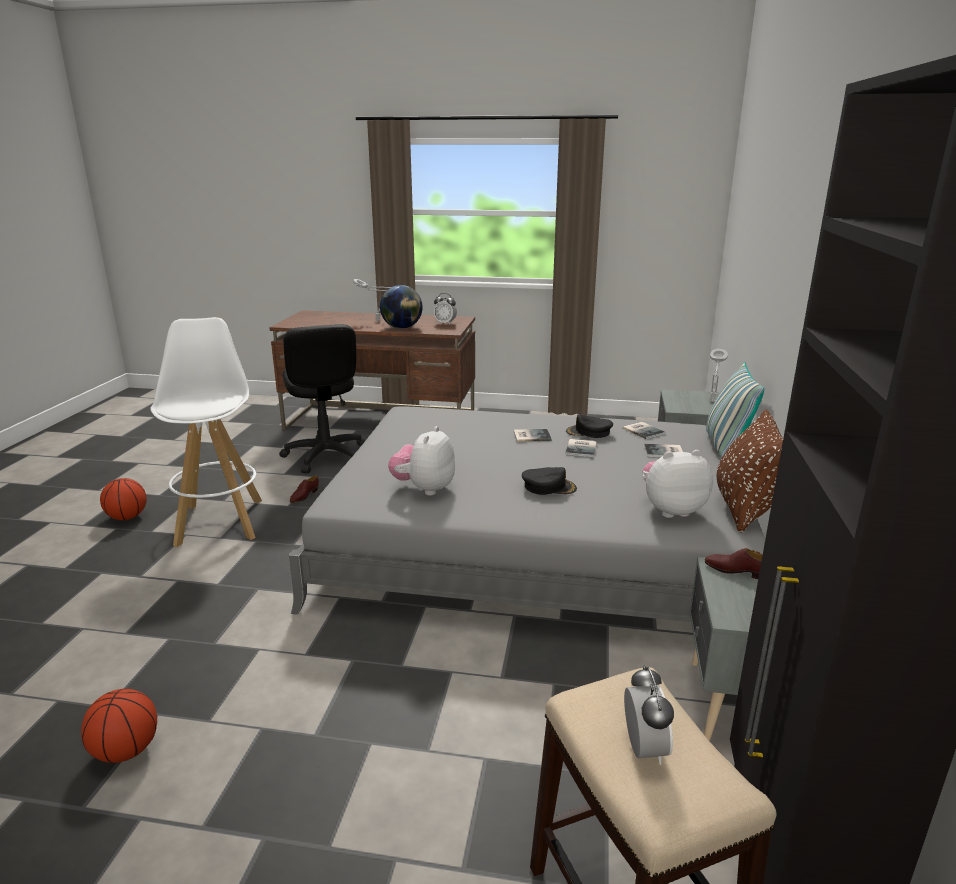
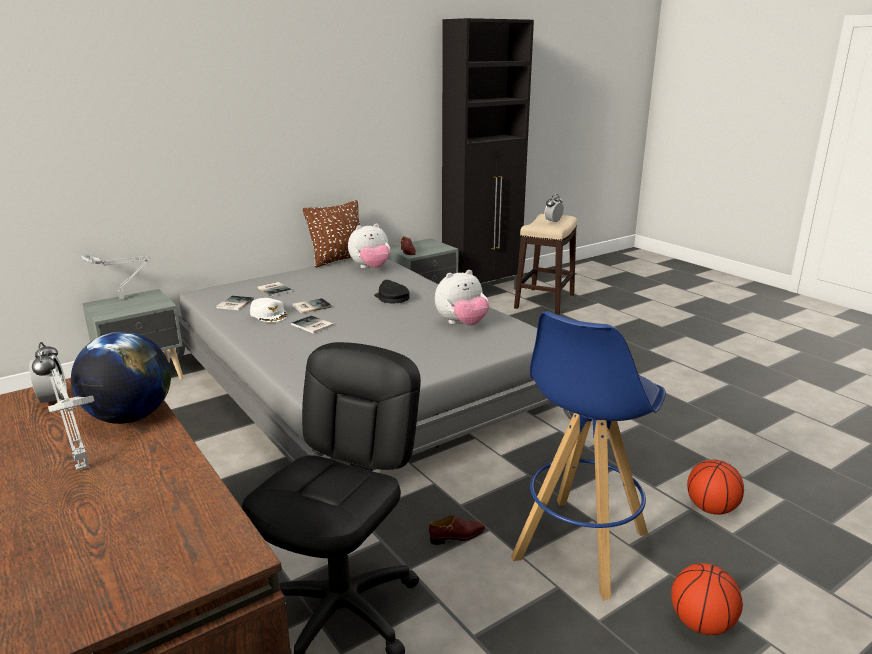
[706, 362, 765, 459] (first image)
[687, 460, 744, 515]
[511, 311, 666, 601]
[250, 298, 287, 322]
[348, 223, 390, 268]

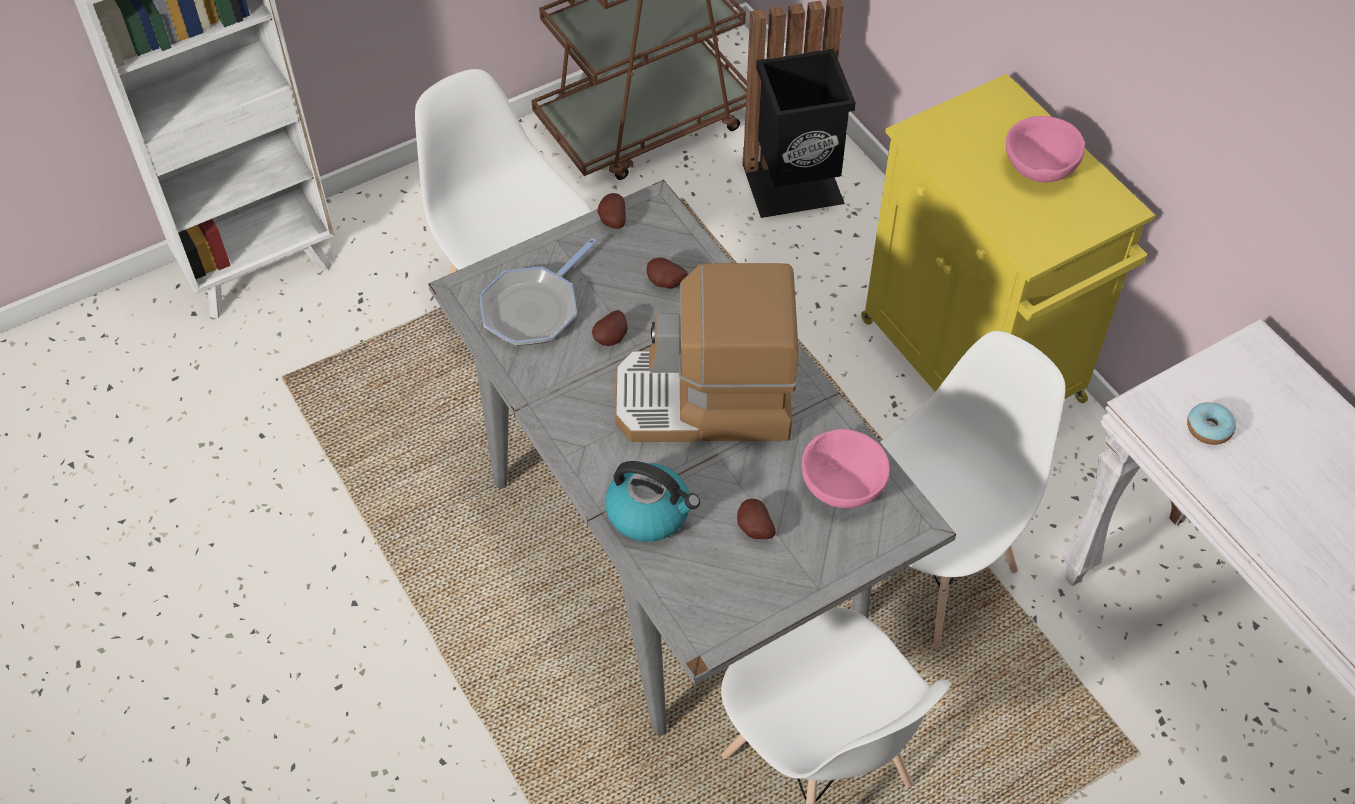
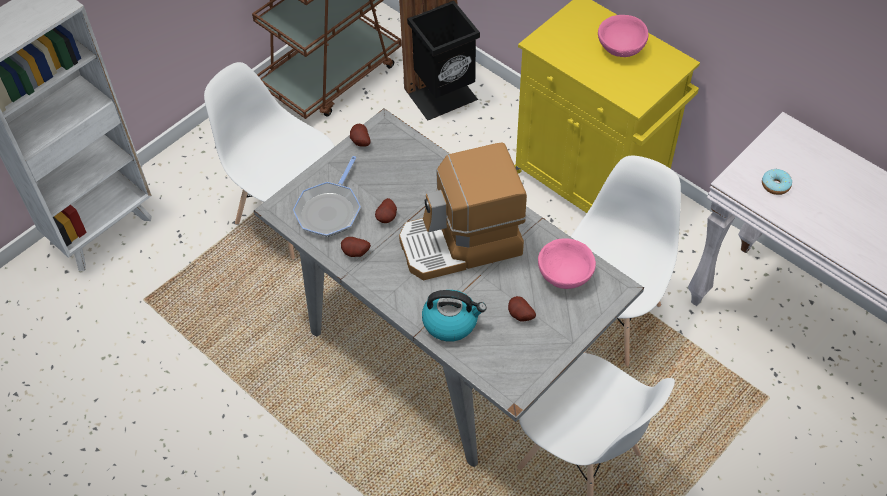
[341, 237, 371, 257]

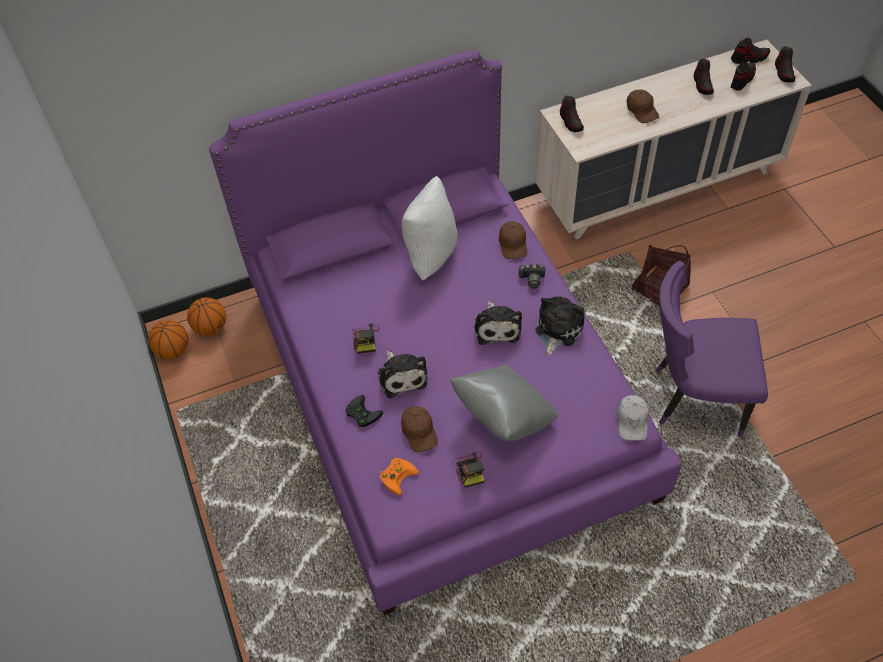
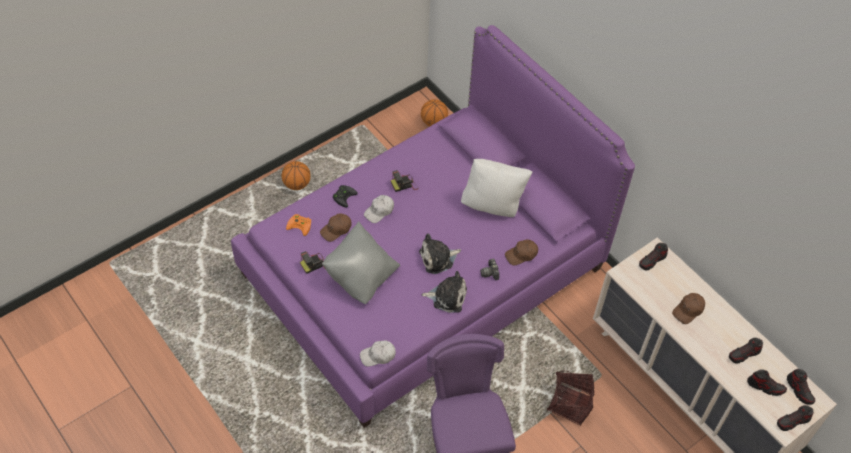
[282, 161, 311, 190]
[364, 195, 394, 223]

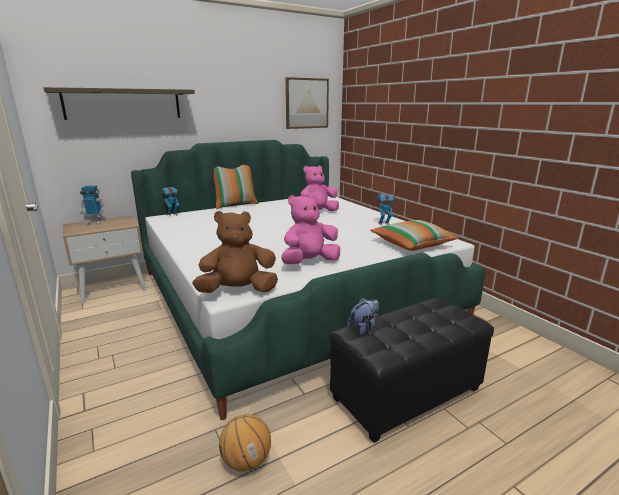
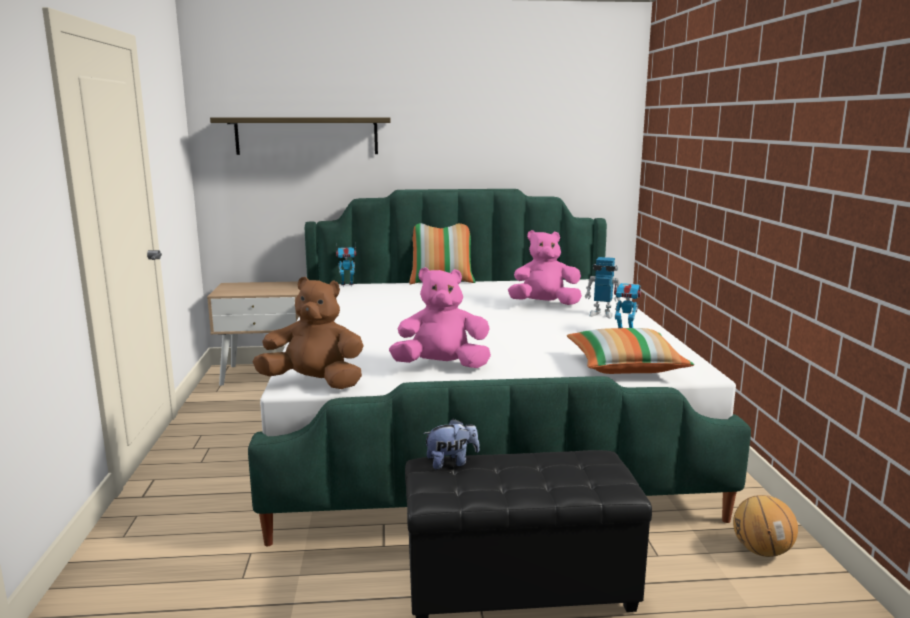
[285, 77, 329, 129] (first image)
[585, 257, 620, 318]
[733, 495, 798, 557]

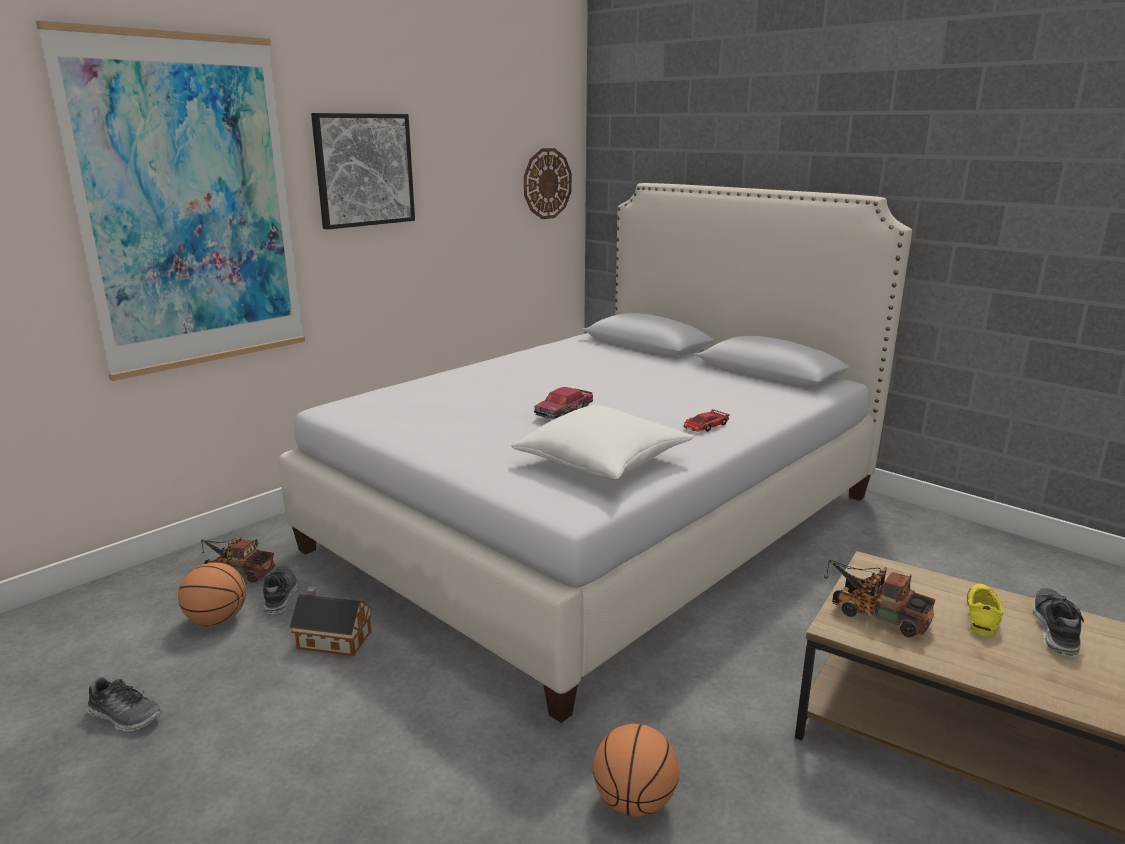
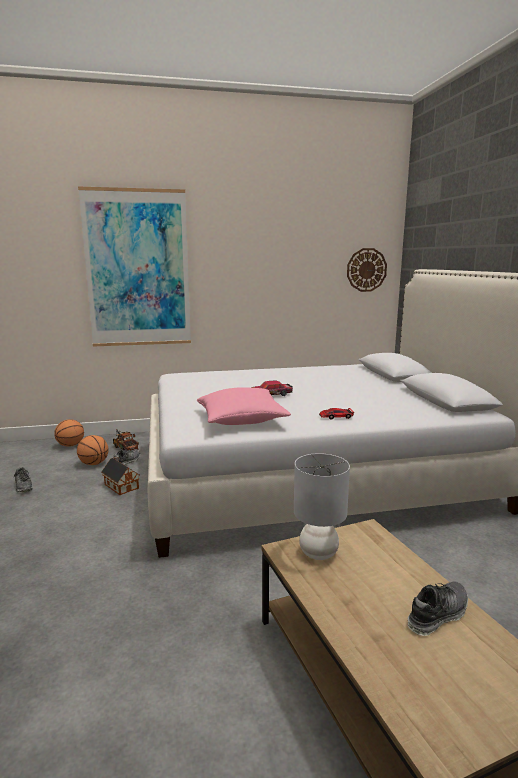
[311, 113, 415, 230] (first image)
[967, 584, 1003, 636] (first image)
[54, 419, 84, 447]
[294, 453, 350, 560]
[197, 387, 291, 425]

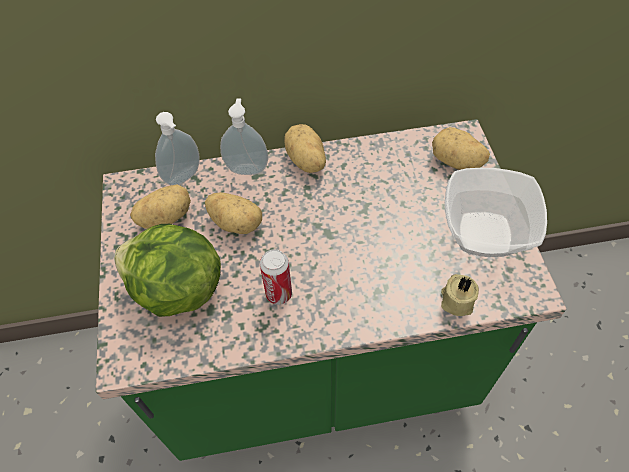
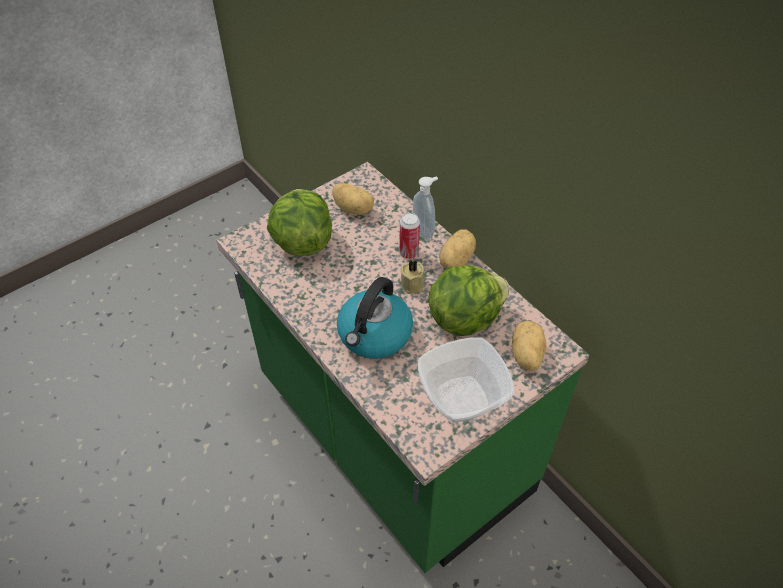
[155, 112, 200, 185] (first image)
[205, 192, 262, 234] (first image)
[337, 277, 413, 359]
[428, 265, 510, 336]
[399, 213, 420, 259]
[400, 260, 424, 294]

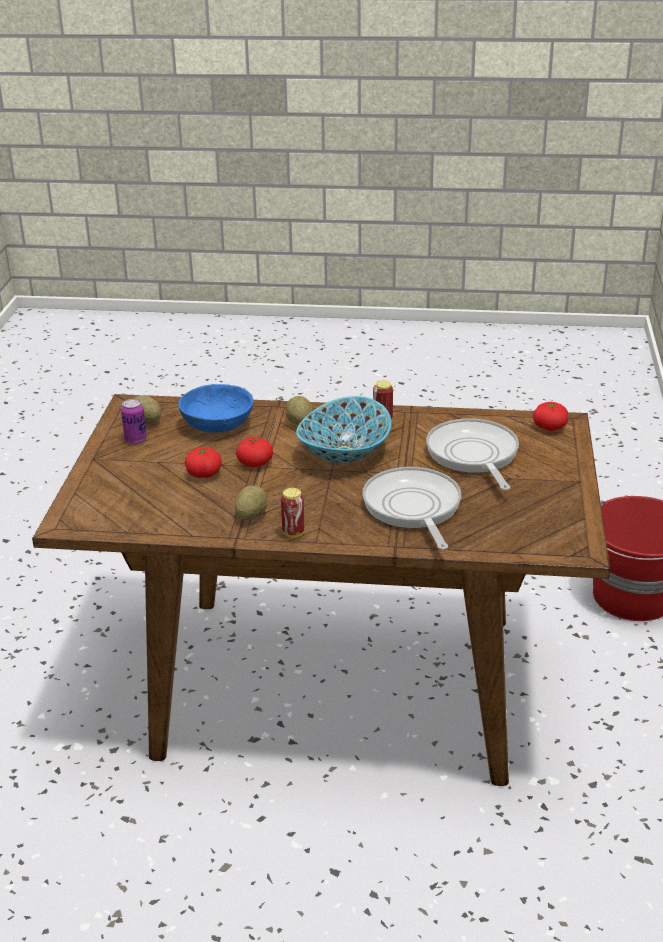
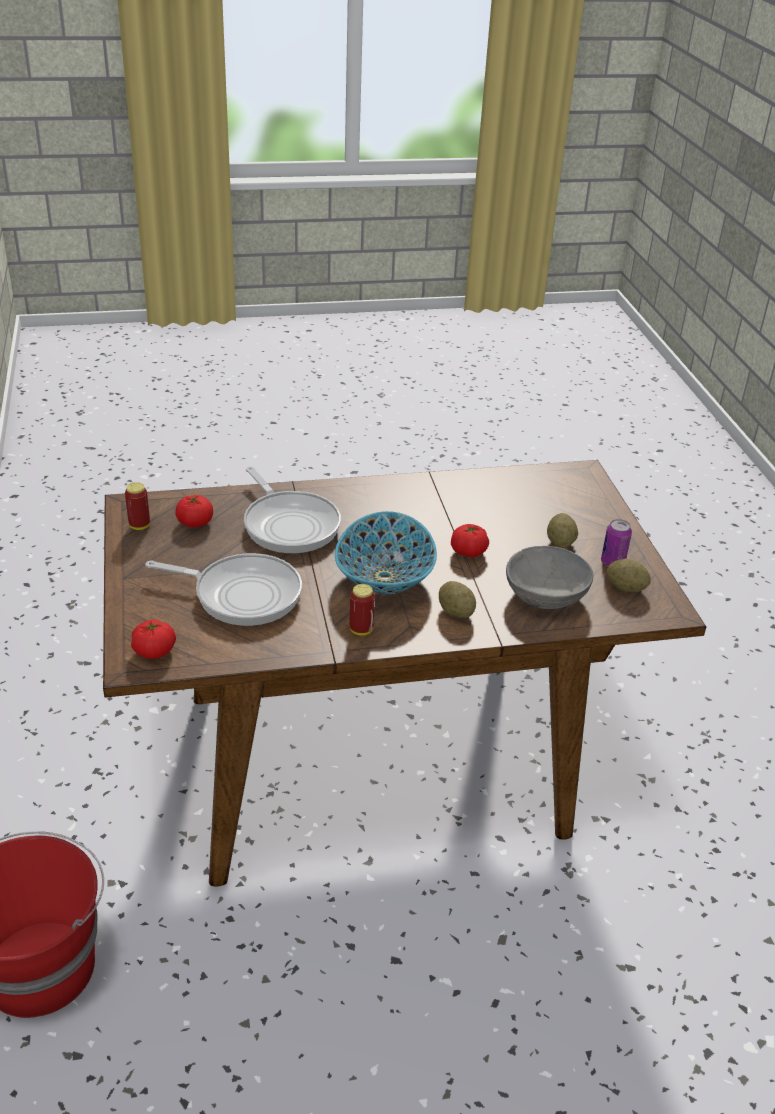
[175, 495, 213, 527]
[547, 513, 578, 548]
[125, 482, 150, 530]
[506, 546, 594, 609]
[145, 553, 302, 626]

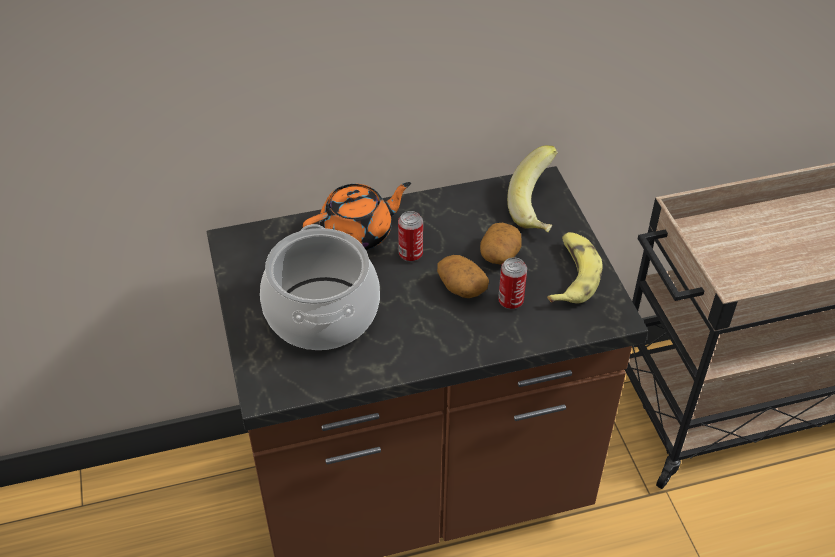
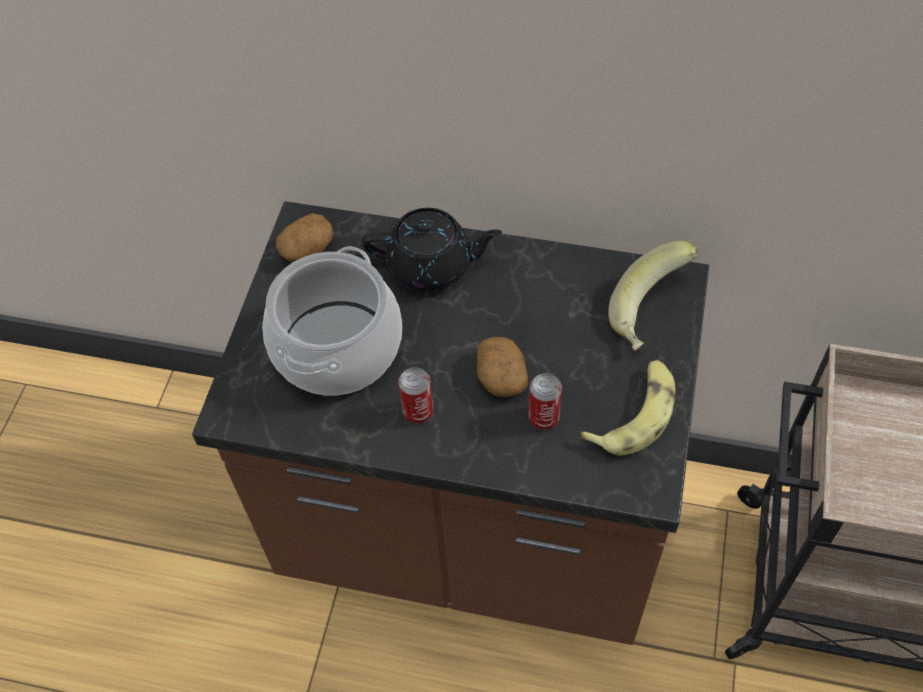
[398, 367, 433, 423]
[276, 213, 334, 262]
[362, 208, 502, 291]

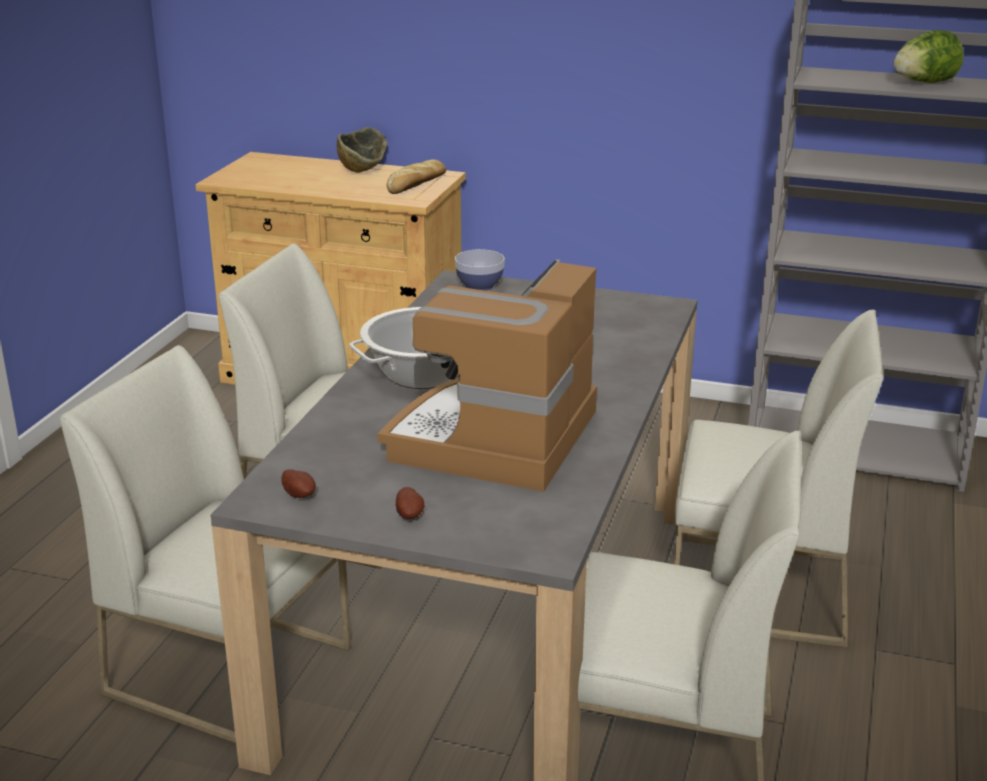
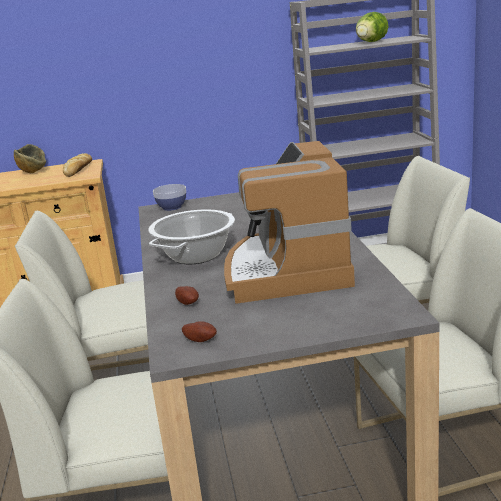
[175, 286, 199, 305]

